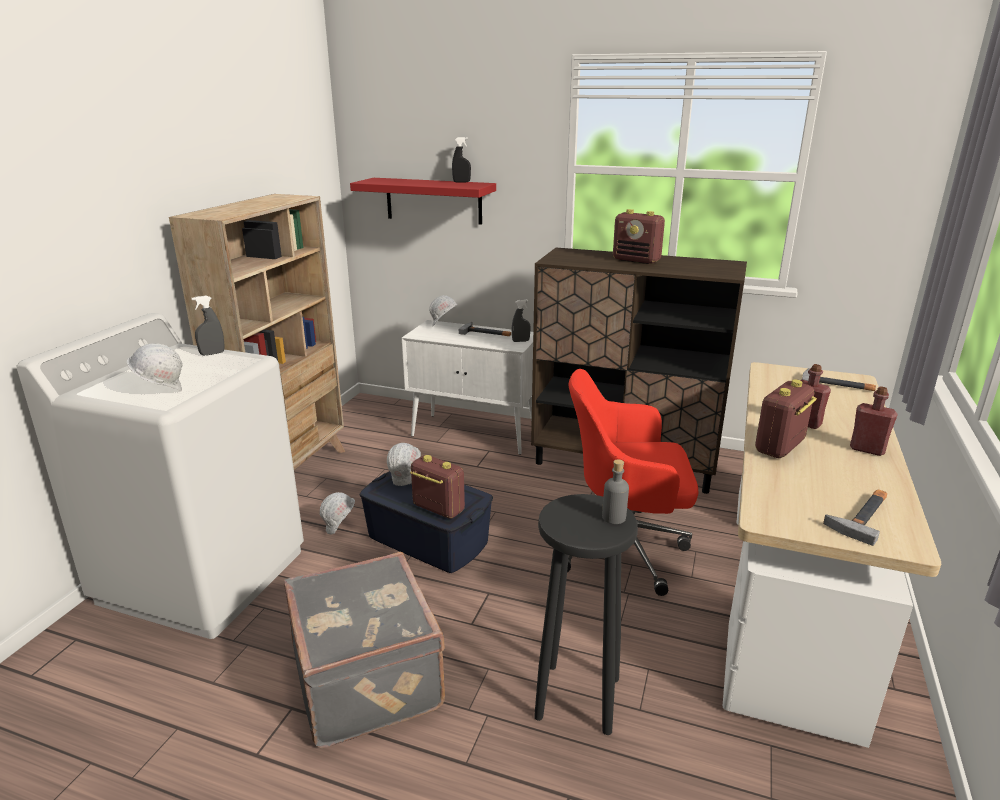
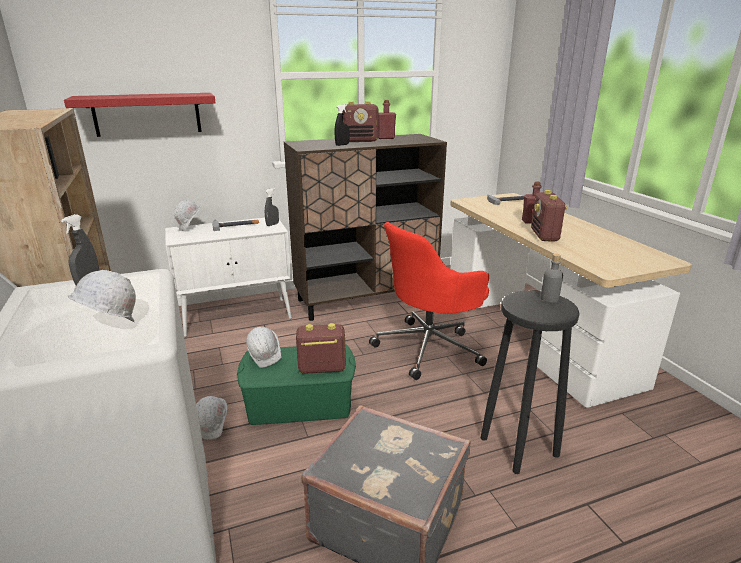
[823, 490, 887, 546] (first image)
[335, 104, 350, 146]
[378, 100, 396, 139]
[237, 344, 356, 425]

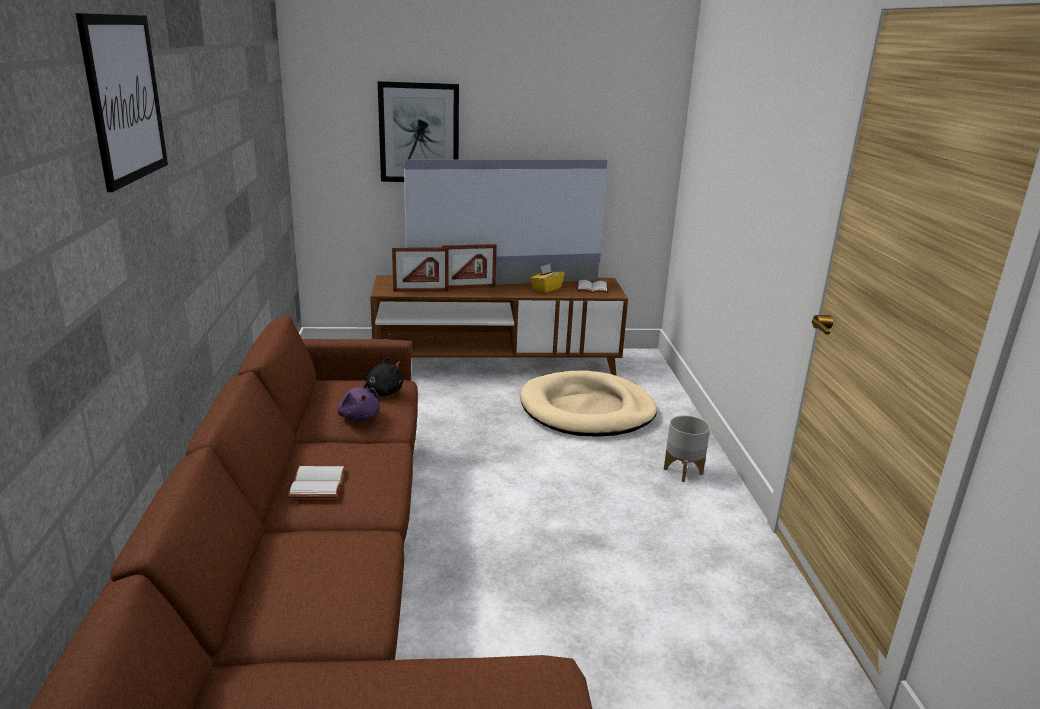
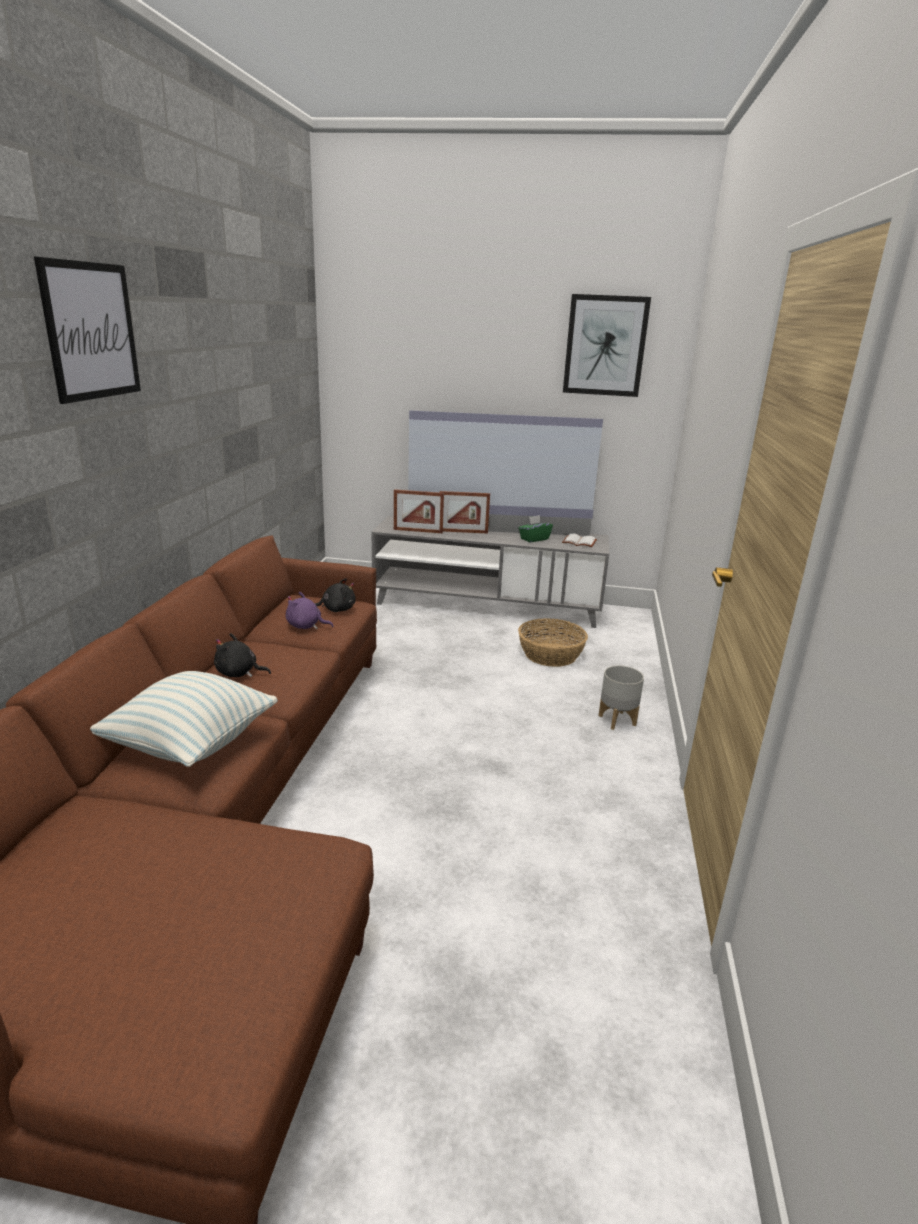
[90, 671, 278, 767]
[563, 294, 651, 397]
[214, 633, 271, 677]
[518, 618, 588, 667]
[372, 516, 609, 628]
[519, 515, 553, 542]
[286, 592, 334, 629]

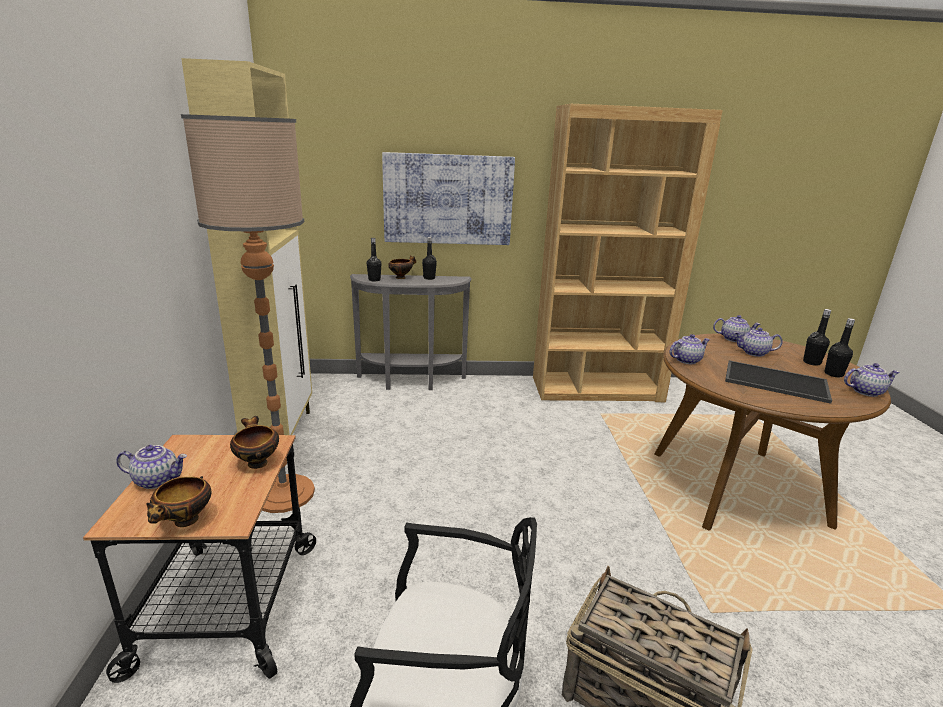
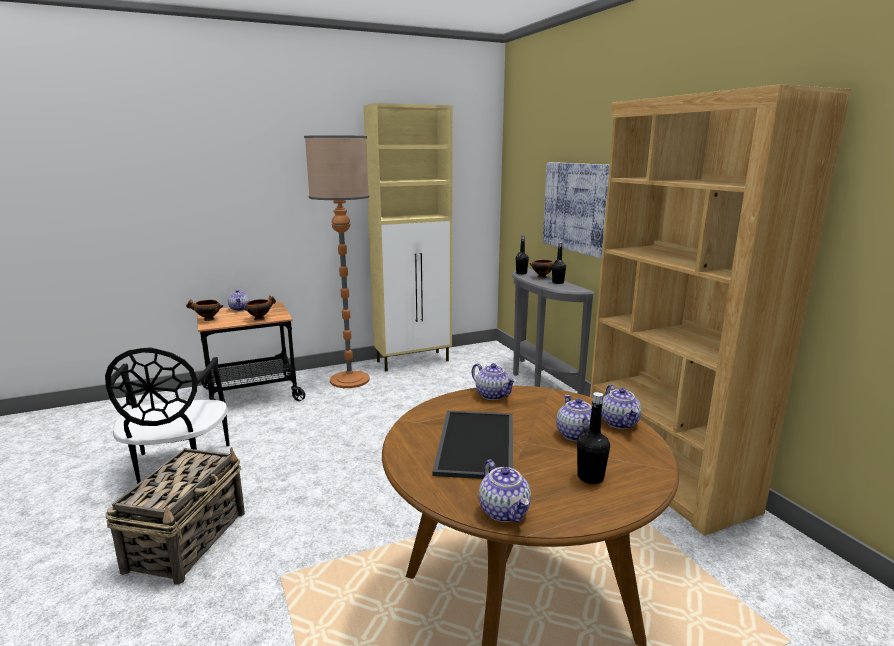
[825, 318, 855, 377] (first image)

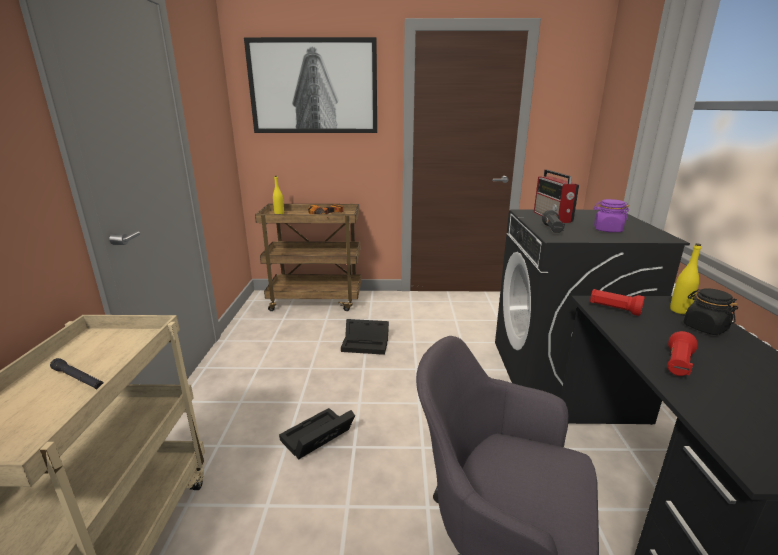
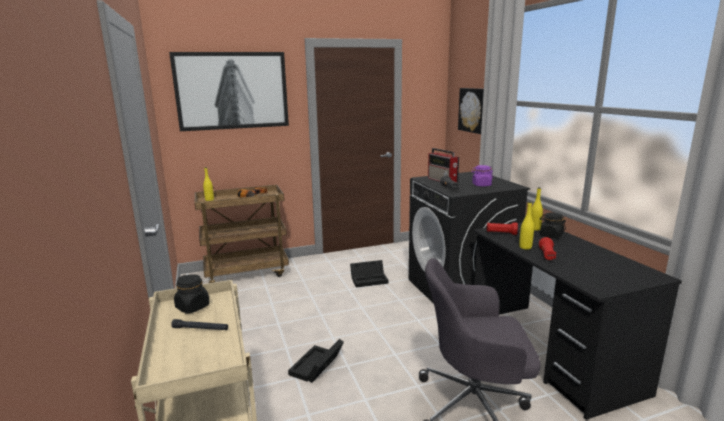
[174, 274, 210, 314]
[458, 88, 484, 134]
[519, 202, 534, 250]
[350, 260, 389, 288]

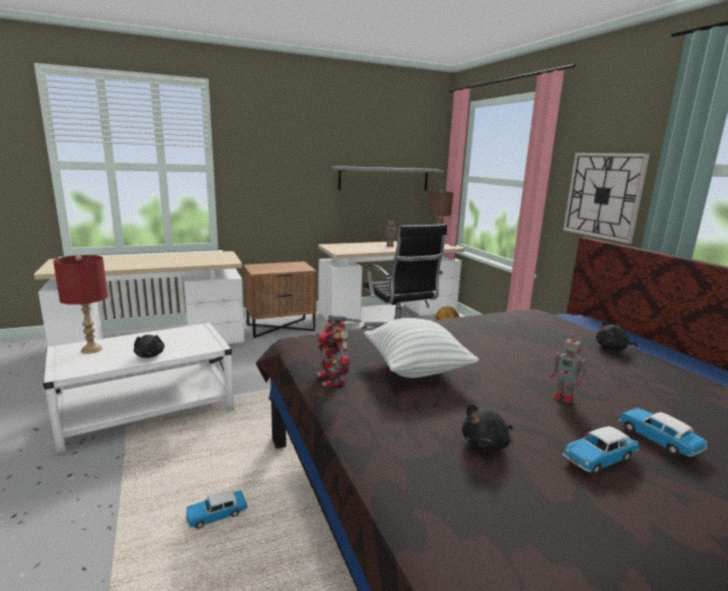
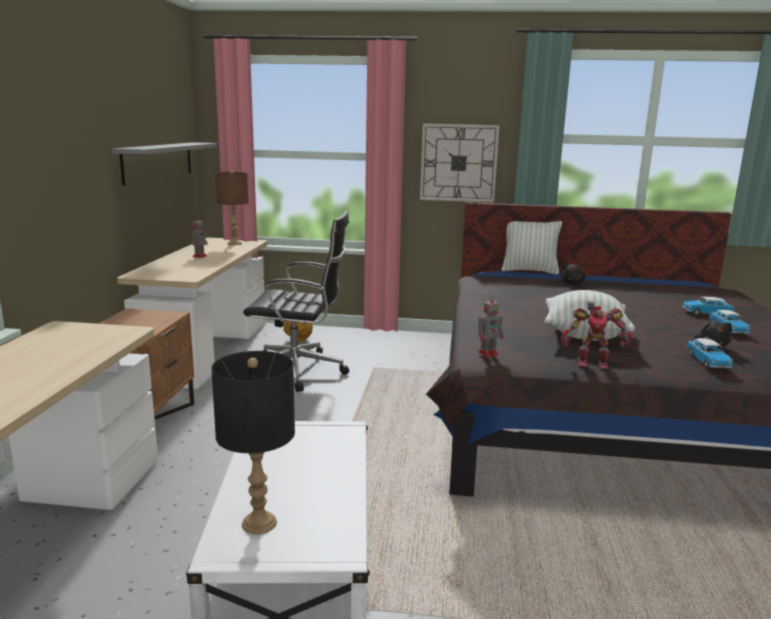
[134, 335, 165, 358] (first image)
[501, 221, 562, 274]
[686, 338, 733, 369]
[478, 295, 504, 358]
[211, 351, 295, 534]

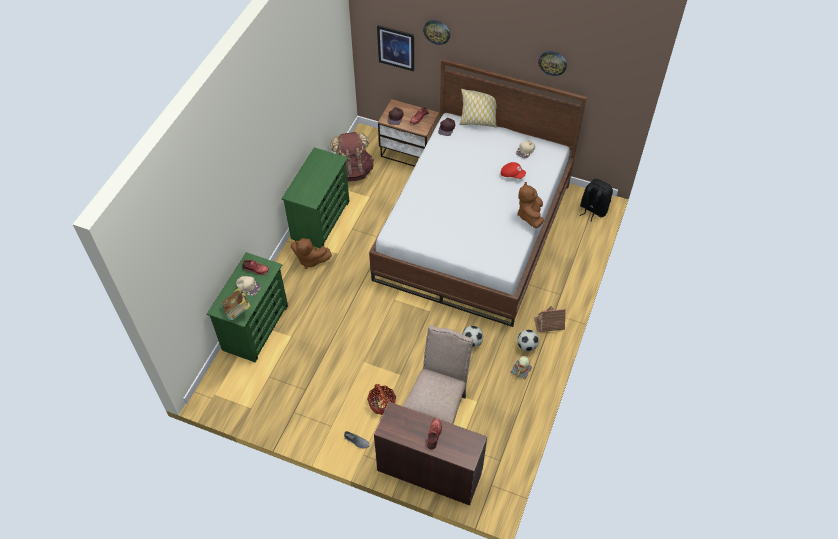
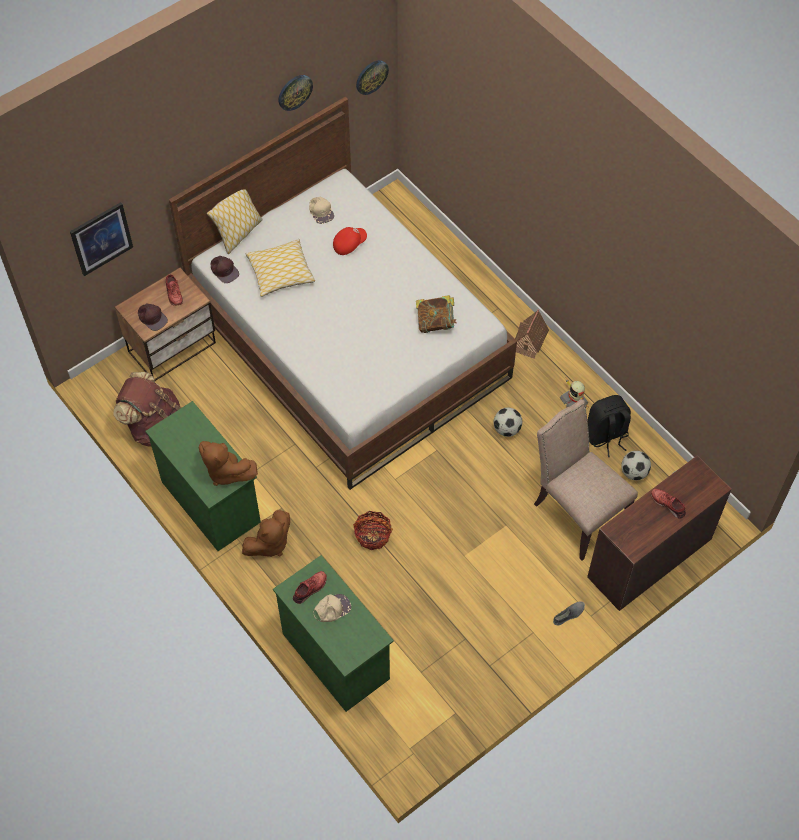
[246, 239, 315, 297]
[416, 295, 457, 333]
[353, 511, 393, 550]
[356, 60, 389, 95]
[199, 441, 258, 486]
[621, 451, 651, 480]
[587, 395, 631, 457]

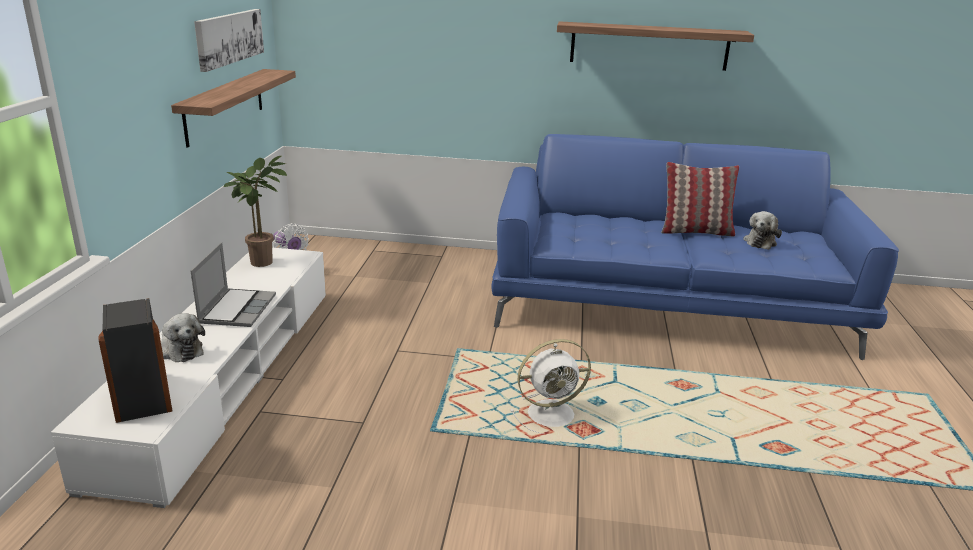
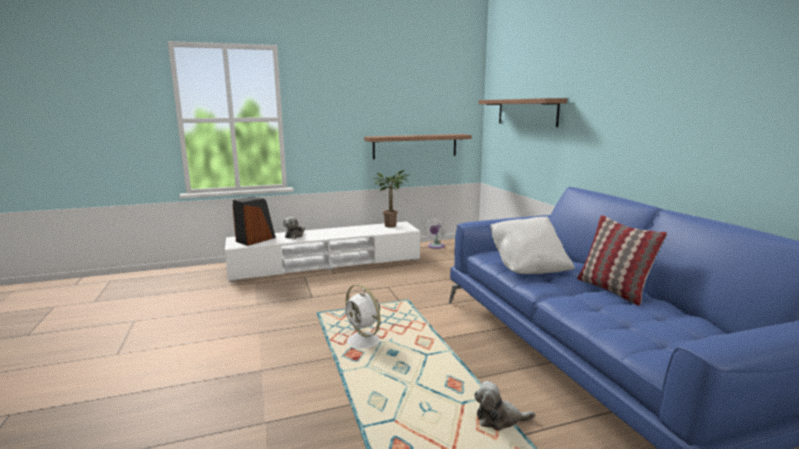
[191, 242, 276, 327] (first image)
[194, 9, 264, 72] (first image)
[490, 217, 575, 274]
[479, 98, 567, 127]
[474, 381, 535, 430]

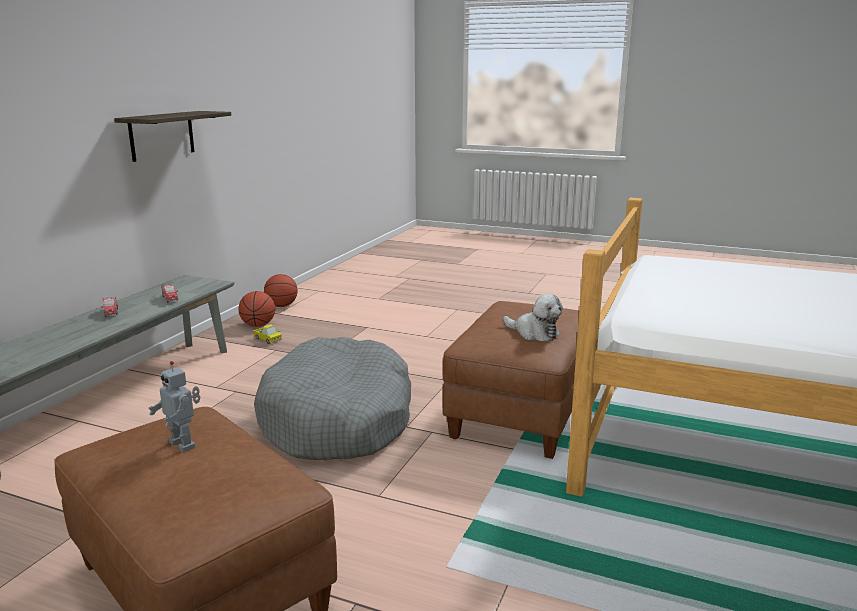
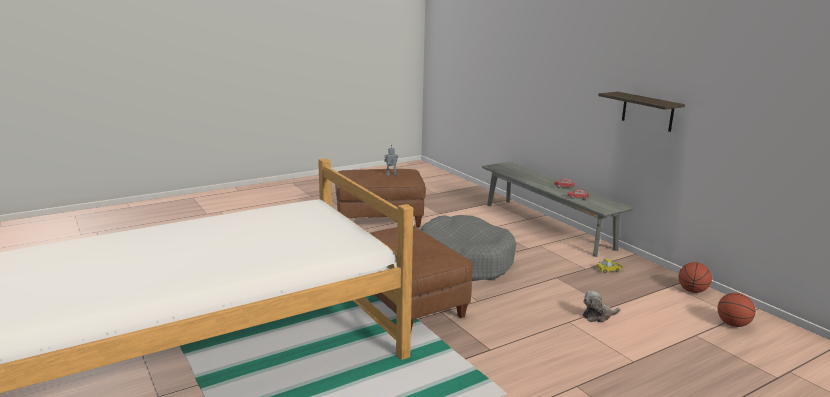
[717, 293, 755, 327]
[583, 291, 620, 323]

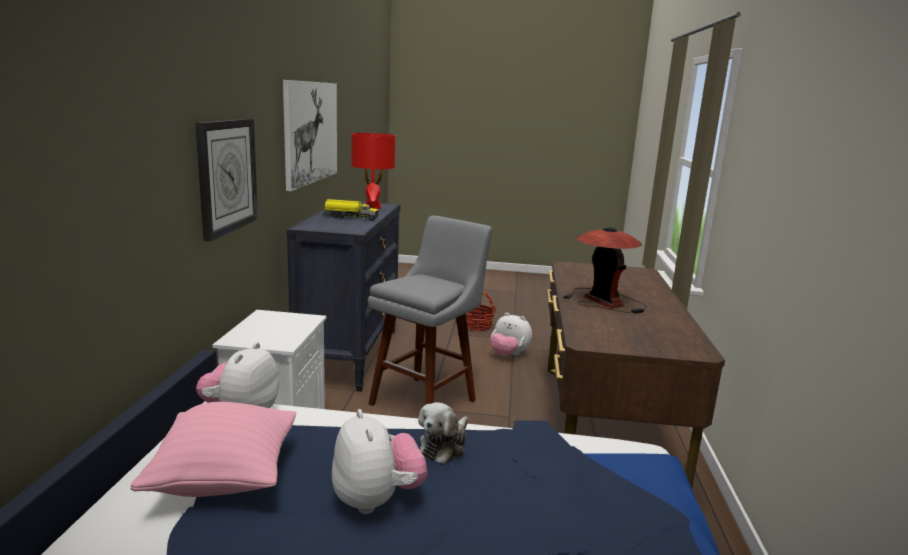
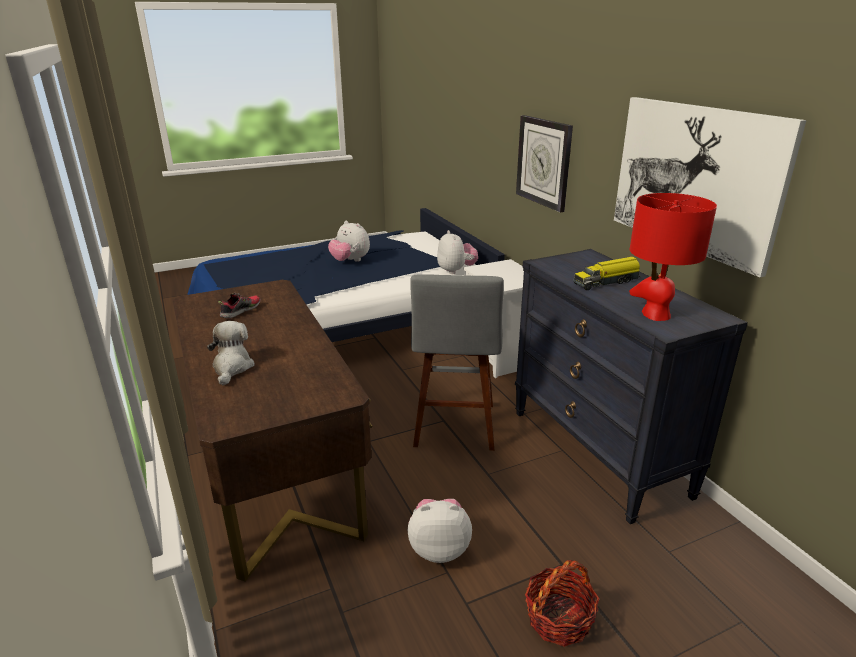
[131, 402, 296, 497] (first image)
[563, 227, 647, 313] (first image)
[218, 293, 261, 318]
[207, 321, 255, 386]

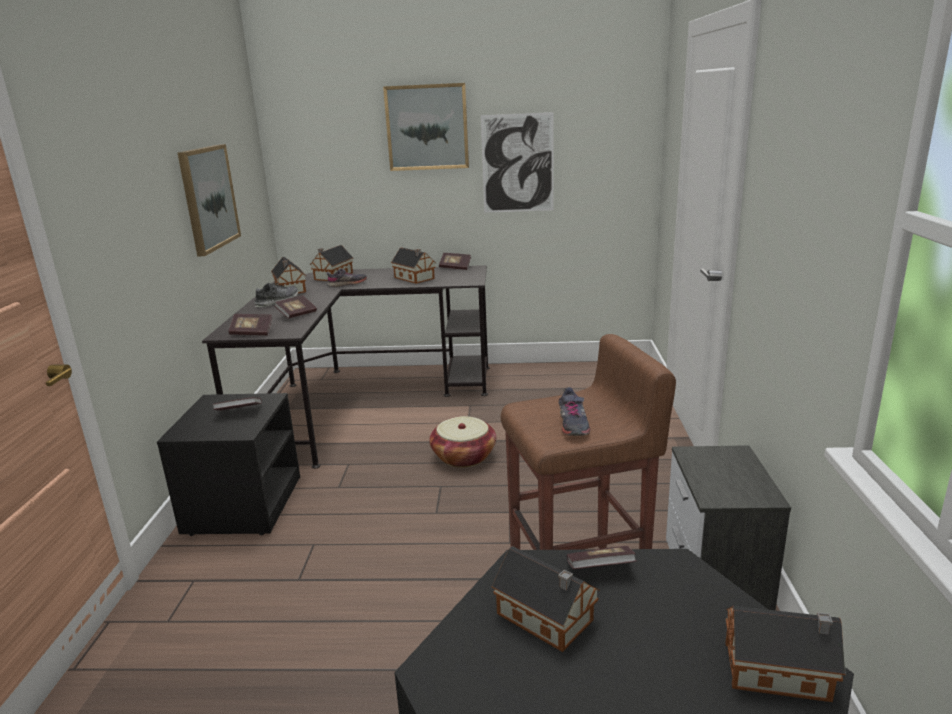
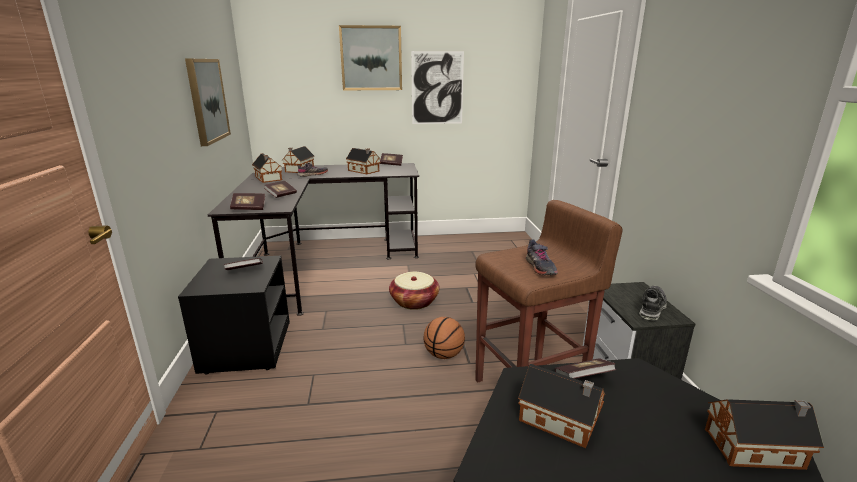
[423, 317, 465, 359]
[639, 286, 667, 321]

